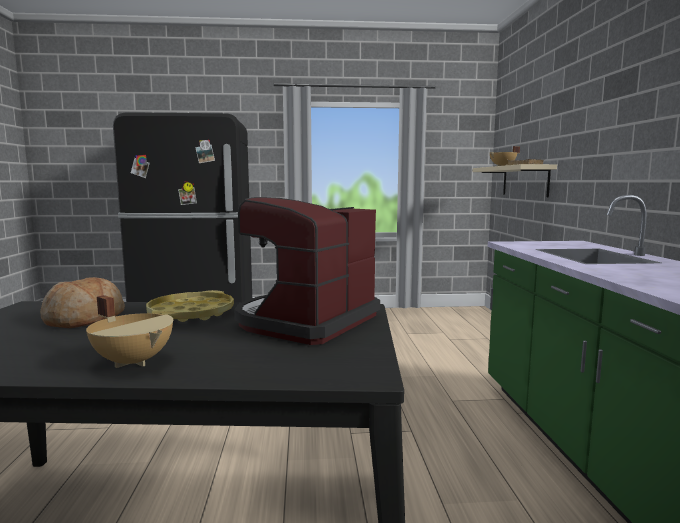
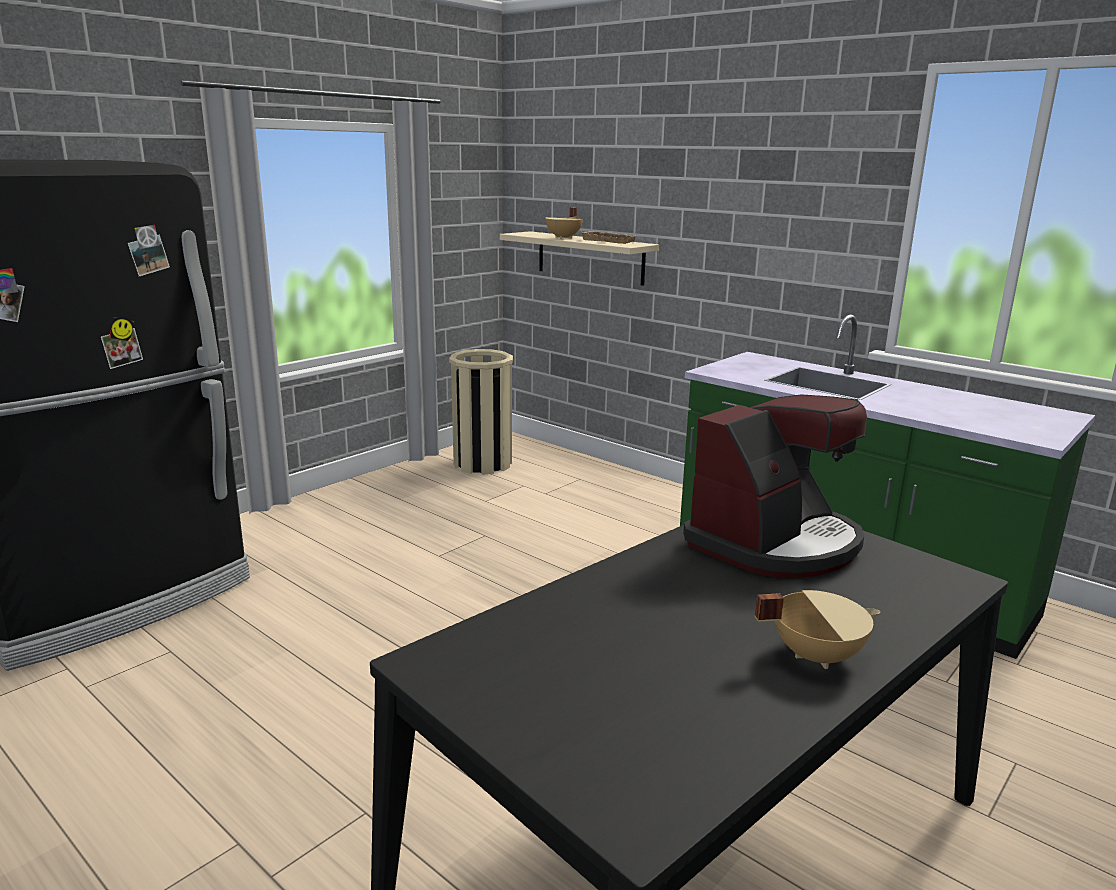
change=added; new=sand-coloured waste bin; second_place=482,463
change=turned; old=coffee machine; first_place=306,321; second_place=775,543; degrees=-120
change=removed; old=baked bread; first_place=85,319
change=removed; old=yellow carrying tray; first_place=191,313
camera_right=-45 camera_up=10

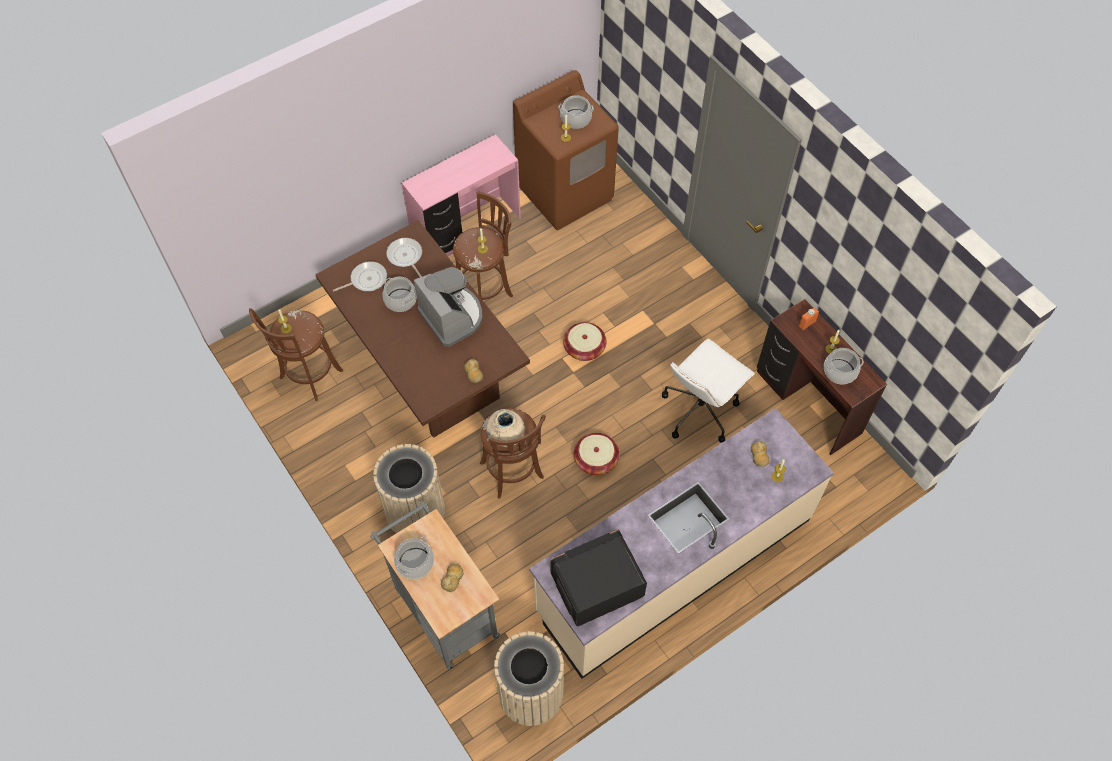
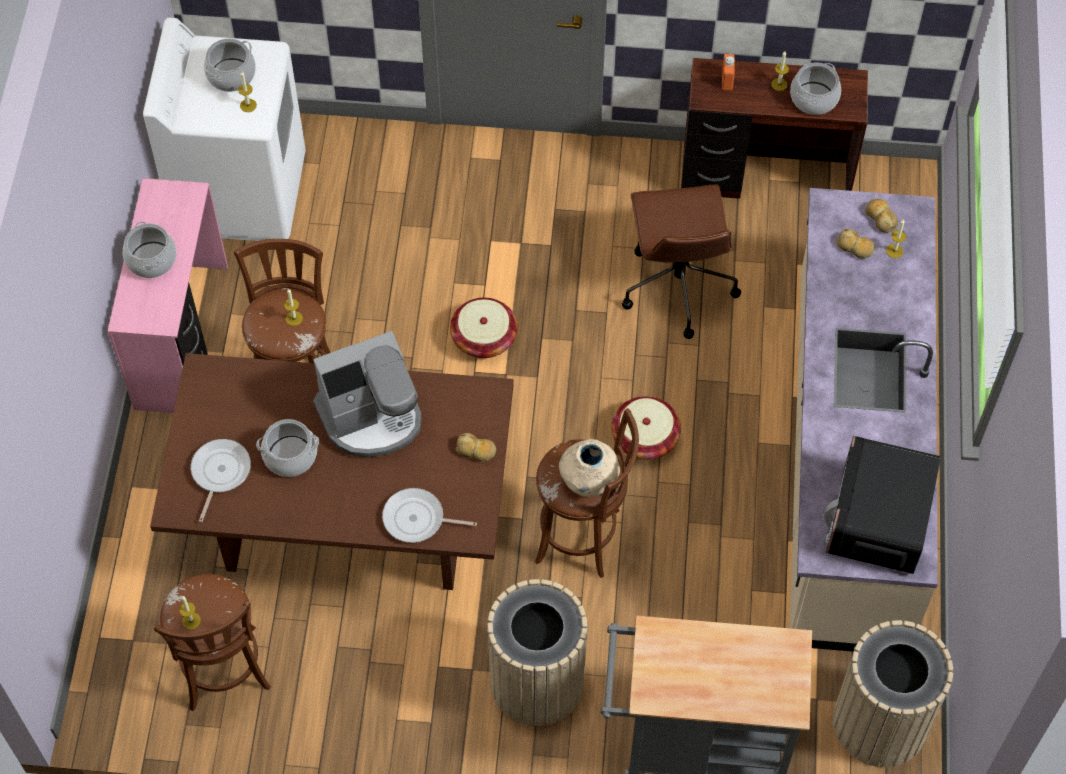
change=moved; old=stockpot; first_place=415,563; second_place=152,260
change=recoloured; old=brownish washing machine; new=white washing machine; first_place=565,192; second_place=240,192
change=turned; old=coffee machine; first_place=452,316; second_place=372,417; degrees=150
change=moved; old=frying pan; first_place=405,257; second_place=417,519
change=recoloured; old=white desk chair; new=brownish desk chair; first_place=699,410; second_place=677,286
change=moved; old=baked bread; first_place=453,578; second_place=880,218
camera_right=-50 camera_up=0

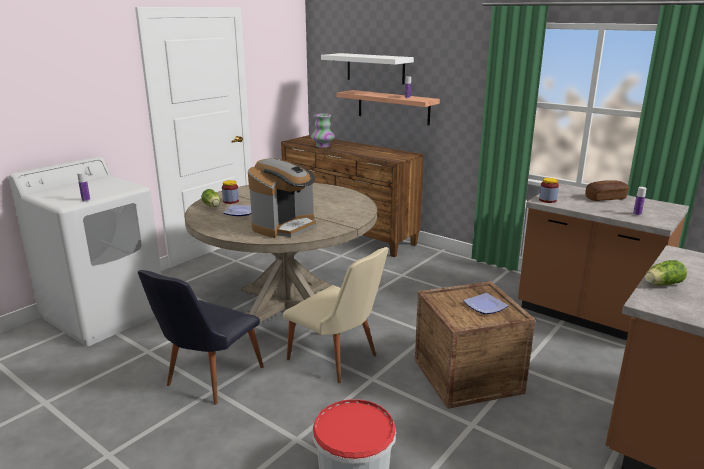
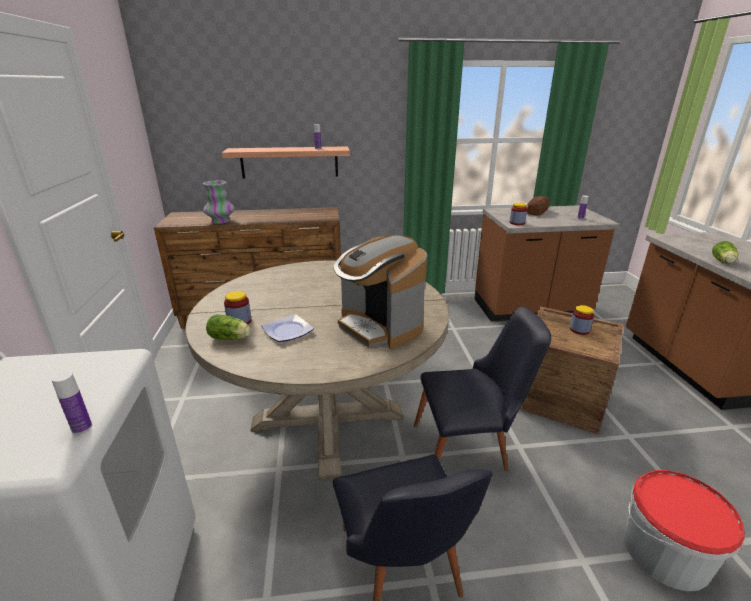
change=turned; old=coffee machine; first_place=285,226; second_place=379,327; degrees=150
change=recoloured; old=sand-coloured upright chair; new=blackish upright chair; first_place=338,360; second_place=469,448
change=replaced; old=flat dish; new=storage jar; first_place=484,306; second_place=579,330
change=removed; old=white bracket shelf; first_place=375,68
camera_right=-45 camera_up=5

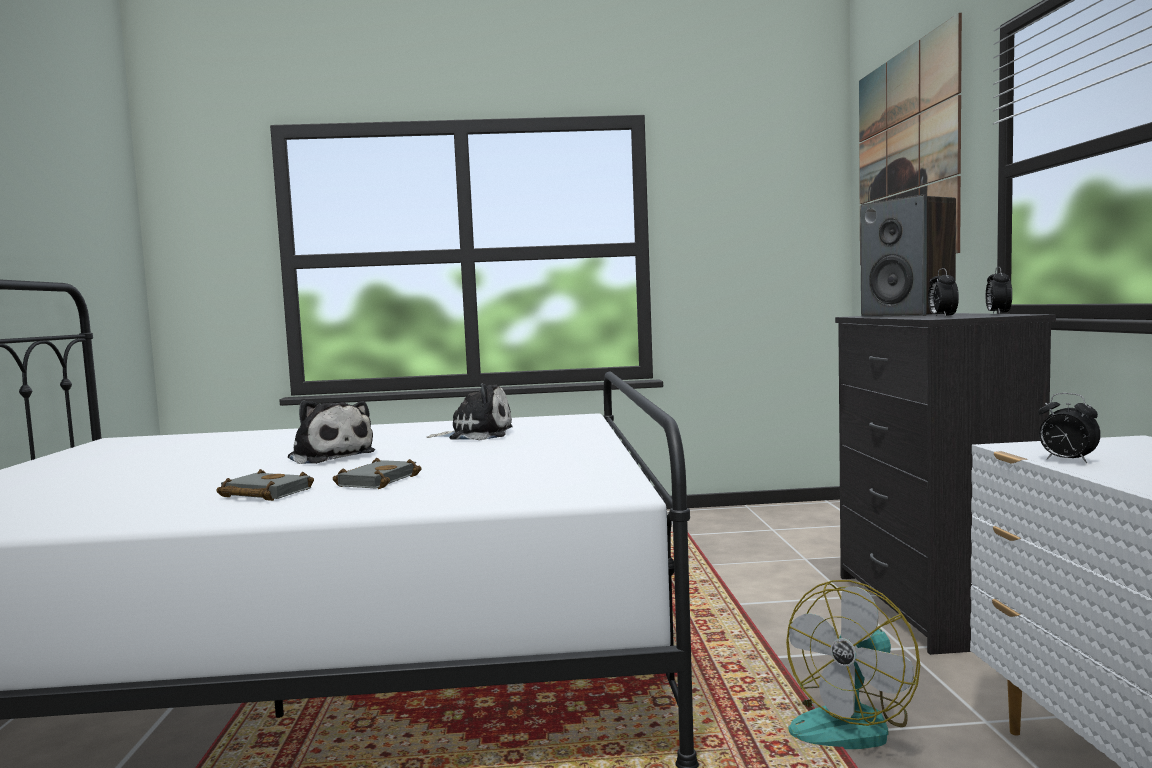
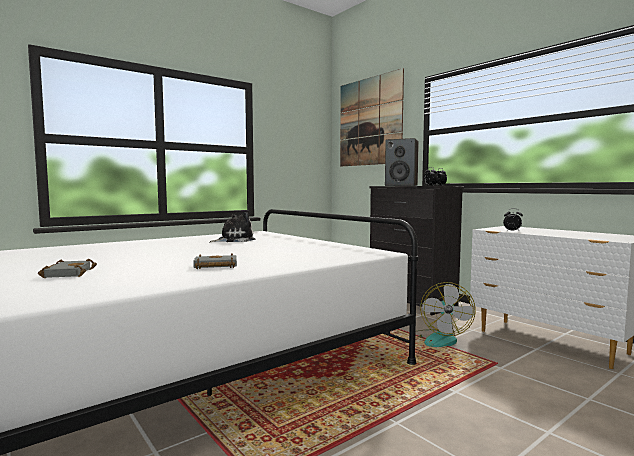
change=moved; old=greyish volume; first_place=377,480; second_place=67,273
change=removed; old=cuddly toy; first_place=330,456
camera_right=-35 camera_up=0

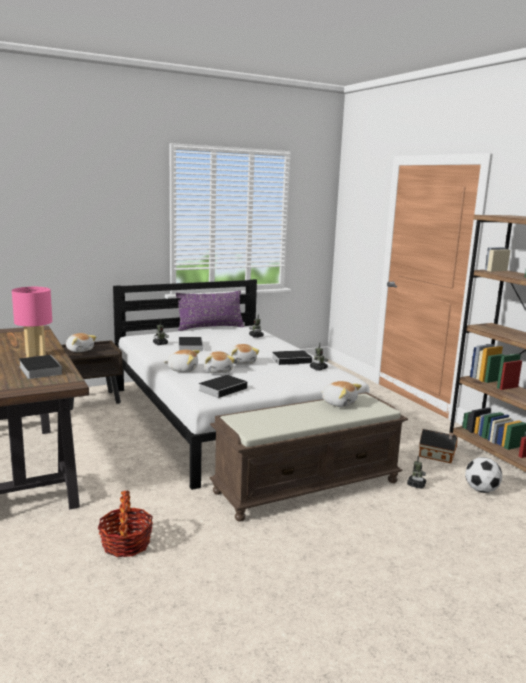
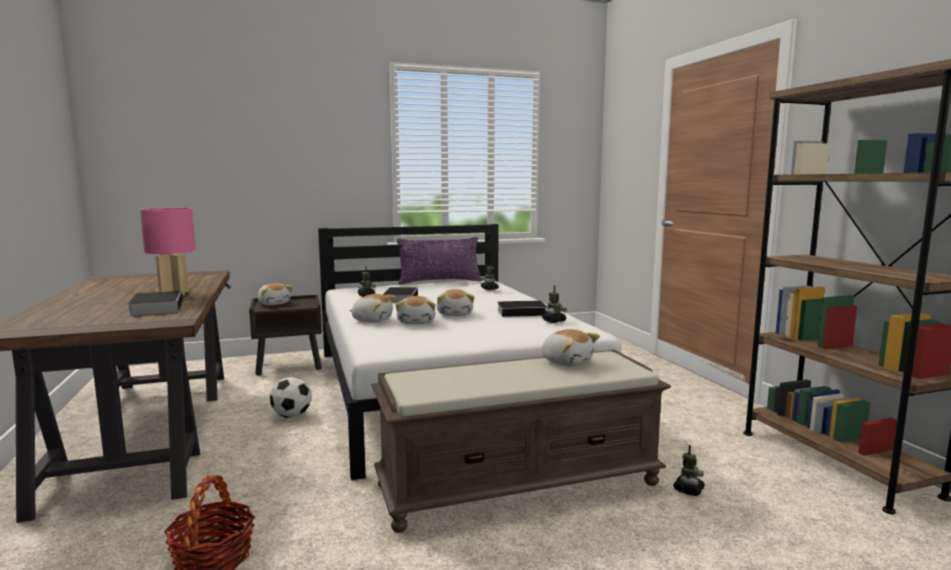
change=moved; old=football; first_place=481,490; second_place=292,415
change=removed; old=volume; first_place=223,389
change=removed; old=model house; first_place=438,456
camera_right=10 camera_up=-5

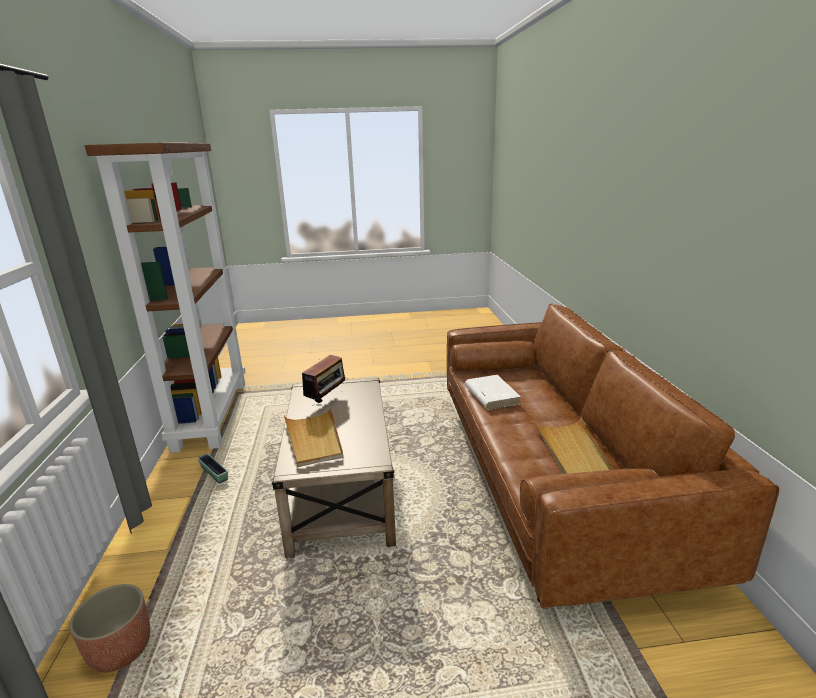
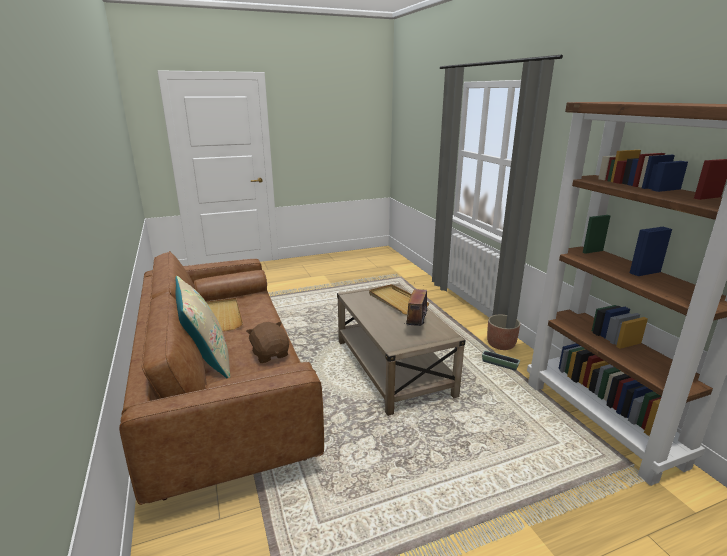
change=added; new=sand-coloured pillow; second_place=207,360
change=replaced; old=white volume; new=brownish cuddly toy; first_place=491,395; second_place=270,354
change=moved; old=planter; first_place=121,649; second_place=501,345
camera_right=165 camera_up=0

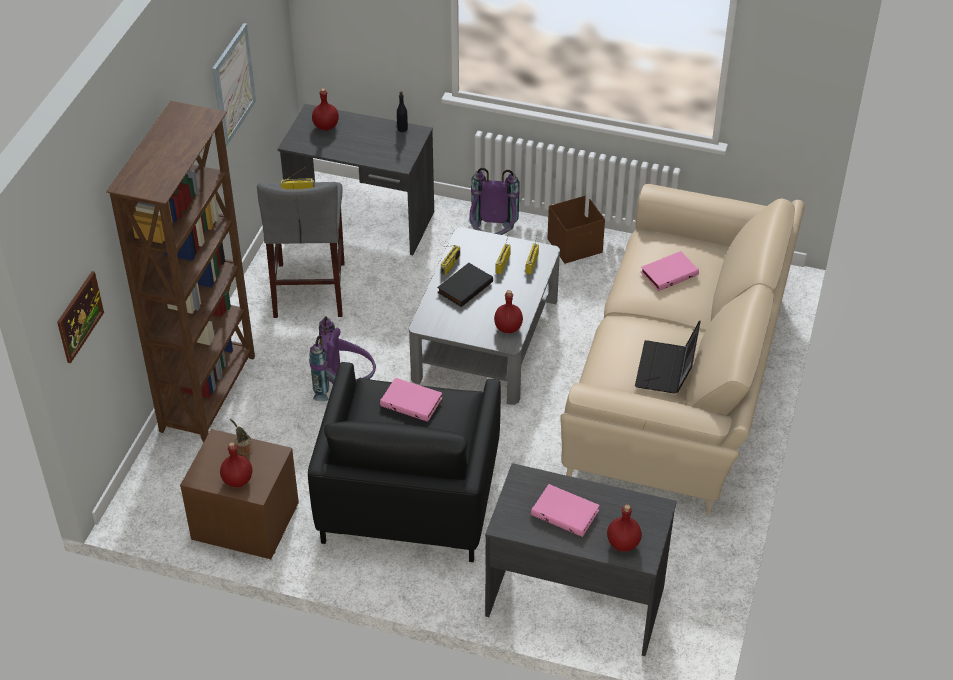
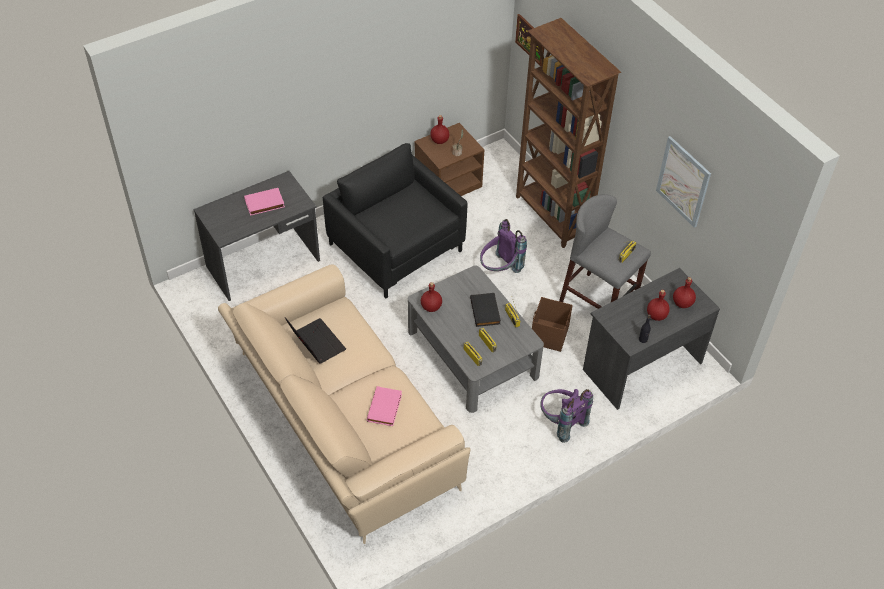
change=moved; old=brownish storage bin; first_place=575,246; second_place=549,335
change=moved; old=red-coloured bottle; first_place=623,544; second_place=656,315
change=removed; old=pink-coloured volume; first_place=412,401
camera_right=130 camera_up=5

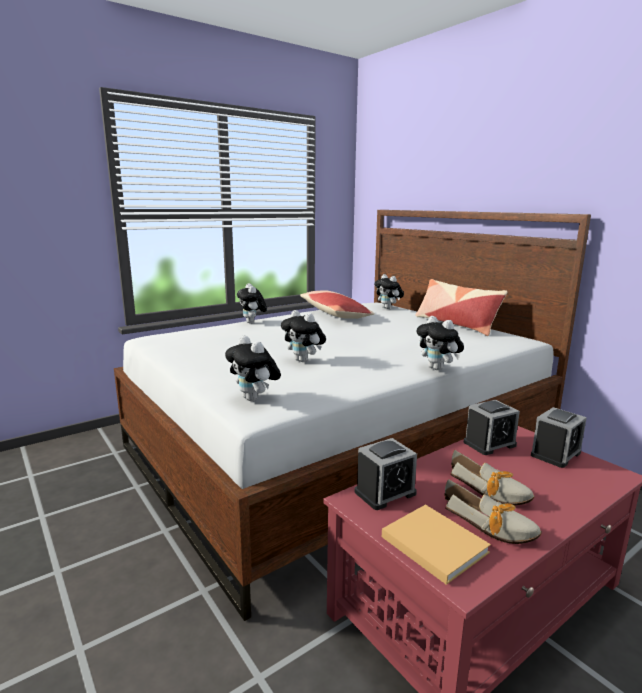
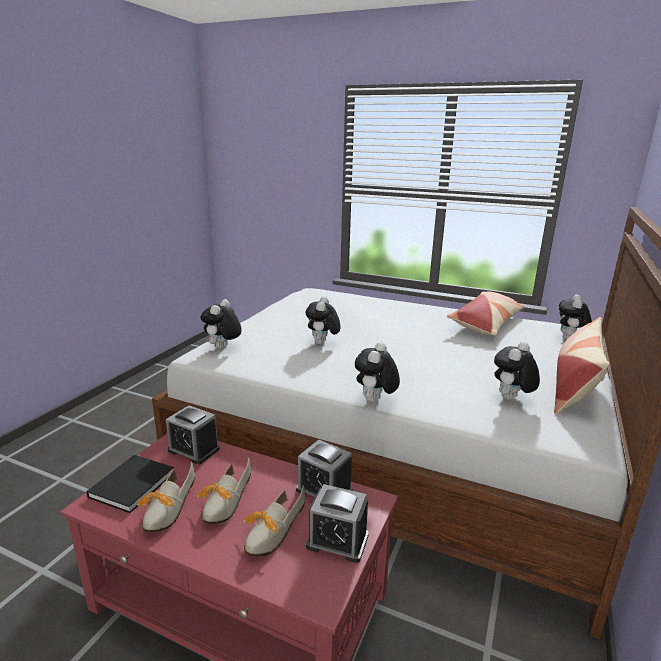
change=recoloured; old=sand-coloured volume; new=blackish volume; first_place=432,543; second_place=134,483
change=added; new=low shoe; second_place=271,533
change=moved; old=cuddly toy; first_place=252,323; second_place=511,399
camera_right=60 camera_up=5

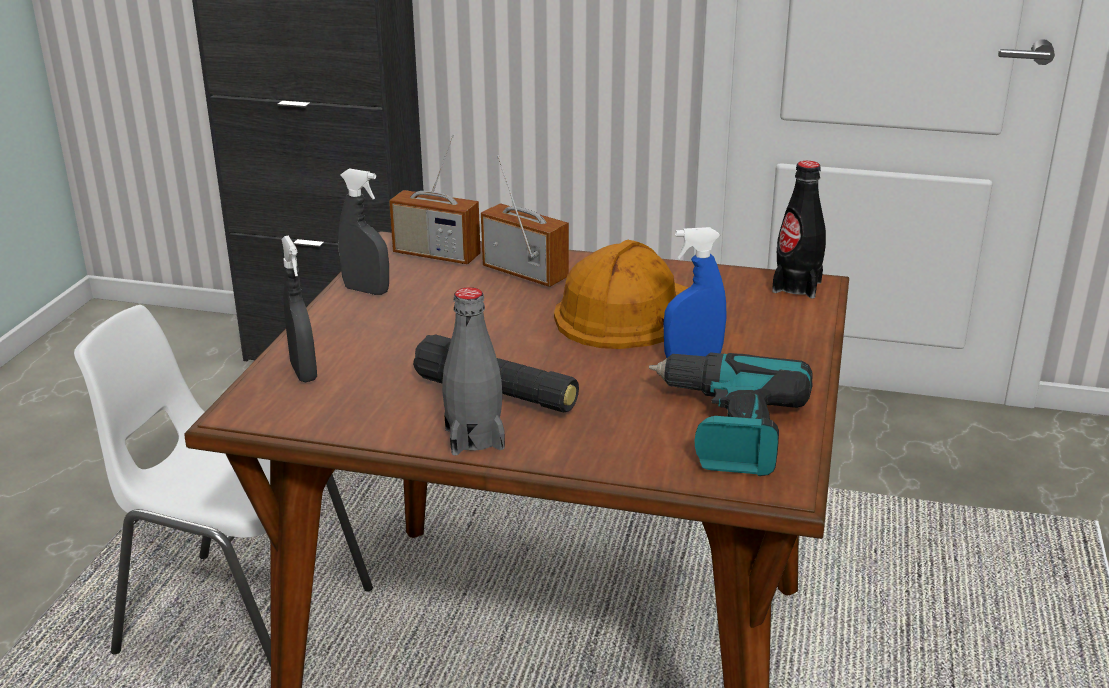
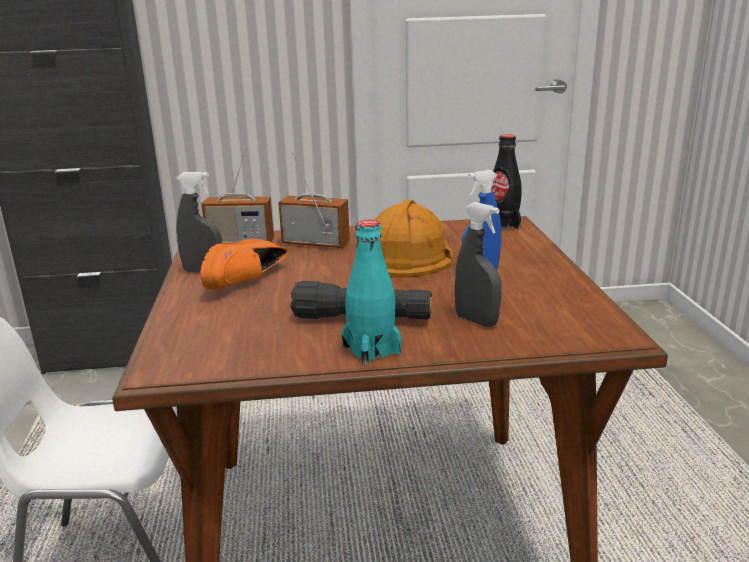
change=added; new=orangey low shoe; second_place=249,281
change=recoloured; old=greyish bottle; new=turquoise bottle; first_place=474,438; second_place=371,350
change=moved; old=greyish spray bottle; first_place=304,372; second_place=476,321
change=removed; old=power drill; first_place=725,428
camera_right=-20 camera_up=-5

